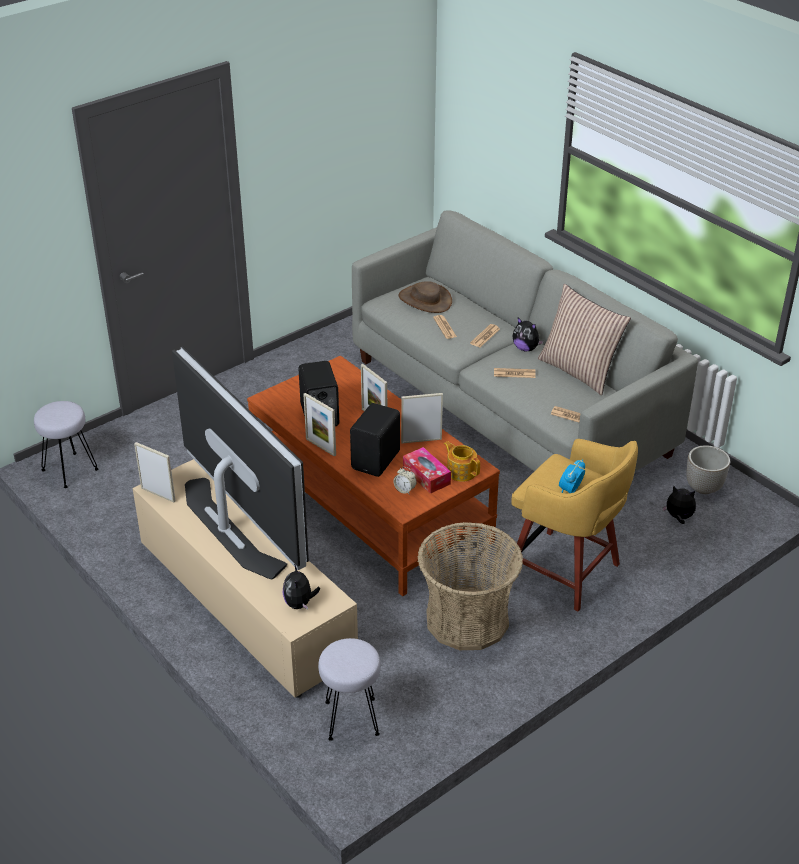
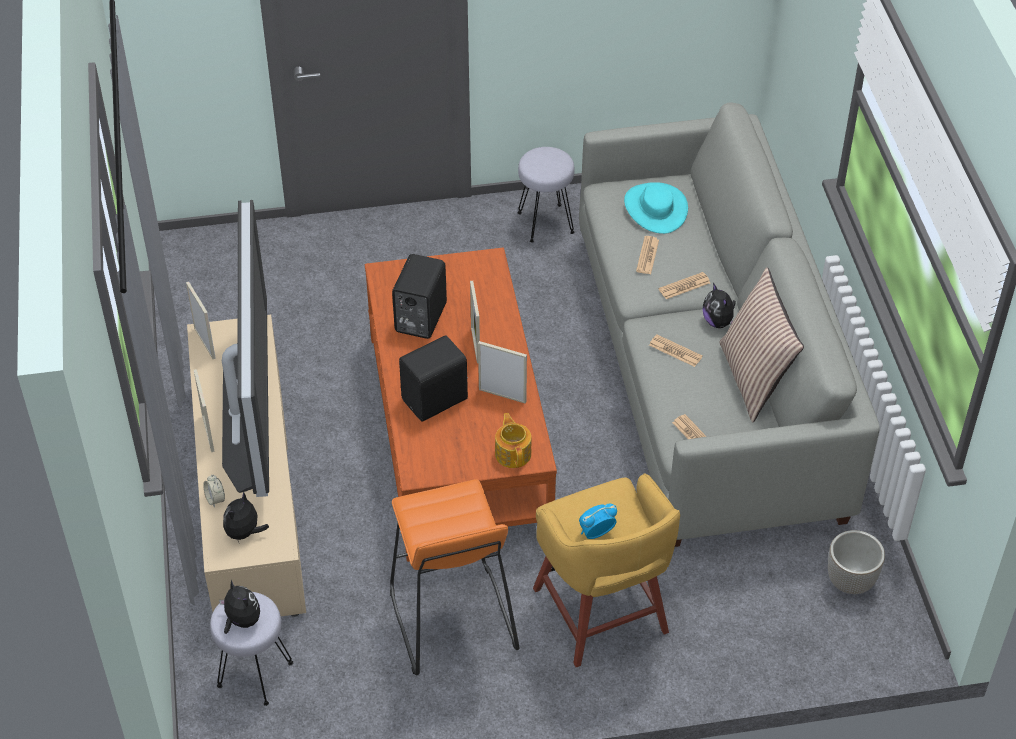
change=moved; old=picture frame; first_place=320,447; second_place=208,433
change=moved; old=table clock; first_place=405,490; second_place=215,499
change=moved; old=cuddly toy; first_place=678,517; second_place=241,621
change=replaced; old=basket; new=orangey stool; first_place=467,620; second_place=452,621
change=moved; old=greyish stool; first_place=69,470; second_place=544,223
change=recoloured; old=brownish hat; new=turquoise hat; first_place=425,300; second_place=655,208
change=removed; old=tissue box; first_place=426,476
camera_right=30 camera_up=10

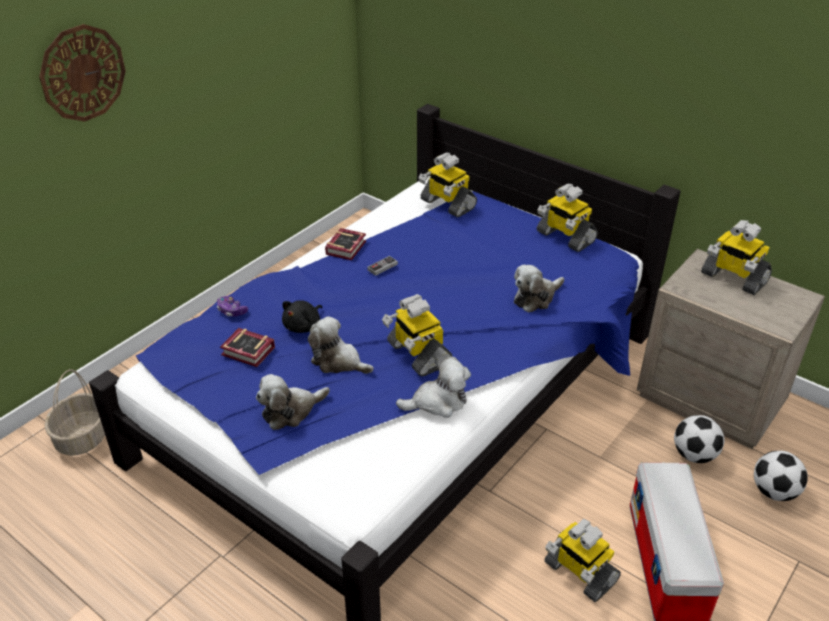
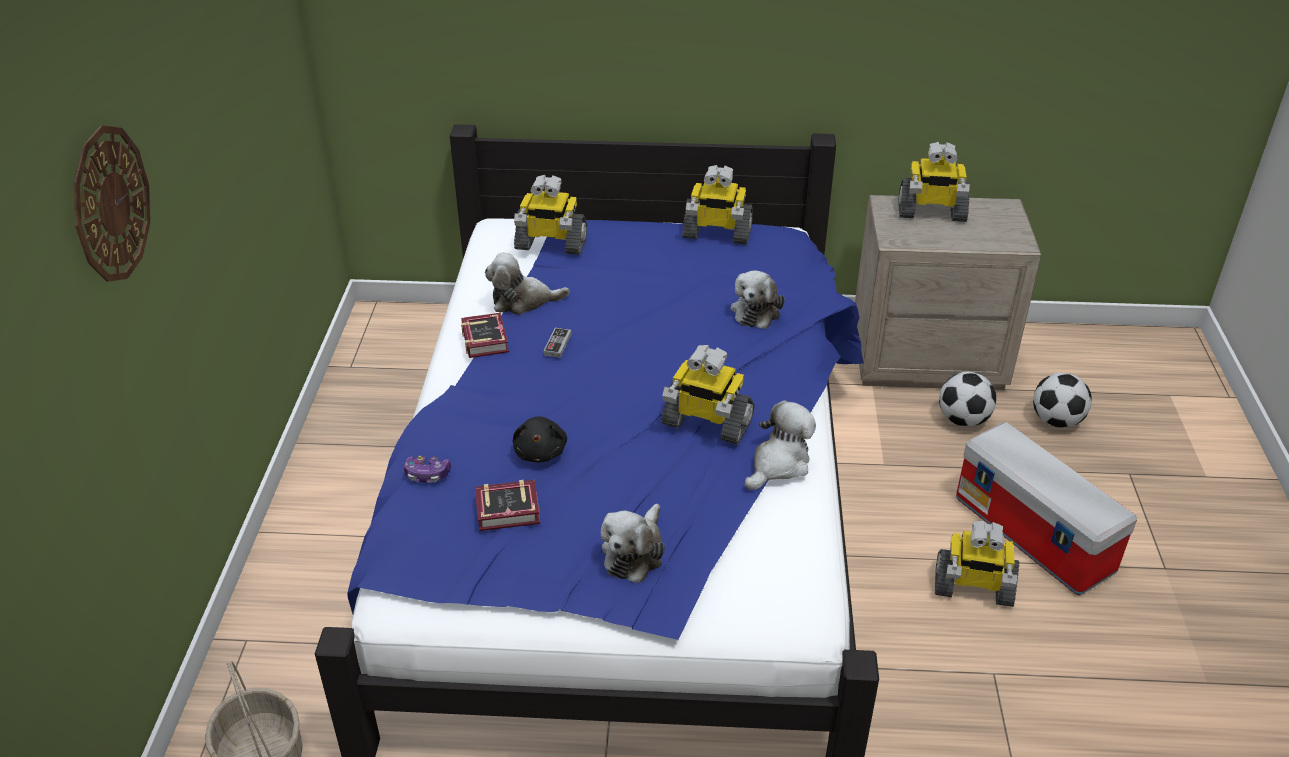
change=moved; old=cuddly toy; first_place=338,361; second_place=523,301
camera_right=-35 camera_up=0

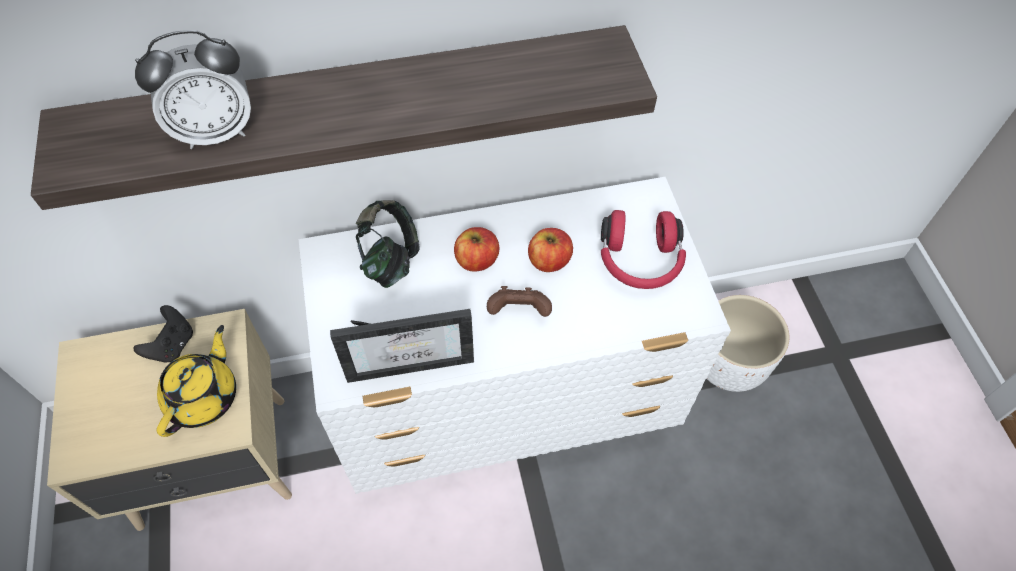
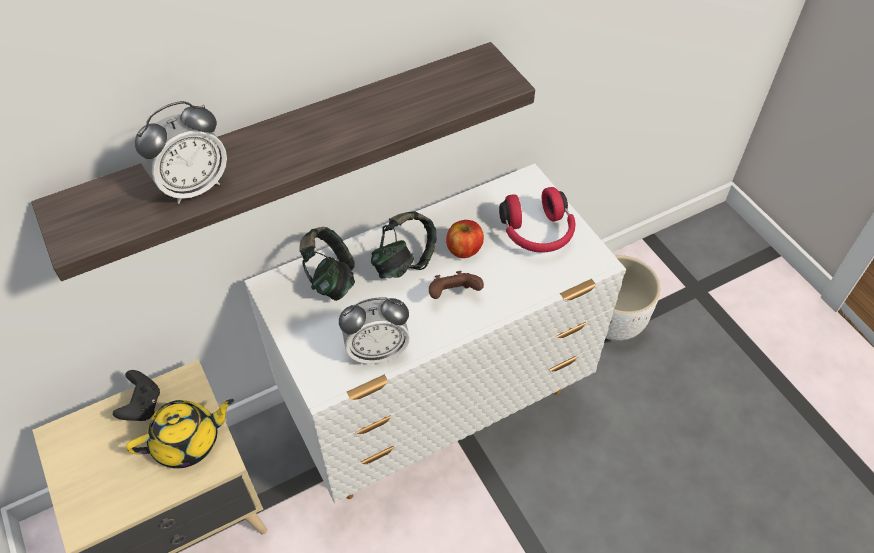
change=turned; old=yellow tea pot; first_place=204,397; second_place=188,441; degrees=60
change=replaced; old=picture frame; new=table clock; first_place=411,357; second_place=377,351
change=replaced; old=whole apple; new=pair of headphones; first_place=476,260; second_place=404,262
camera_right=-15 camera_up=-5

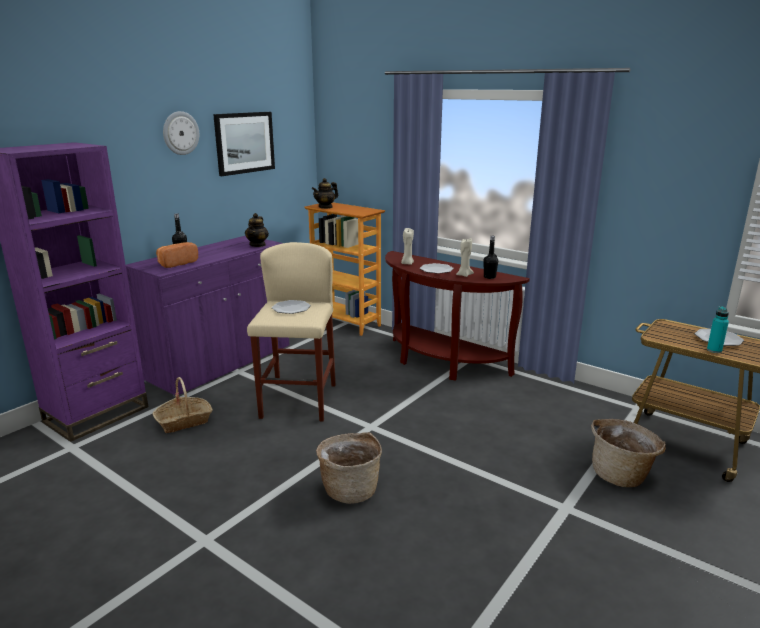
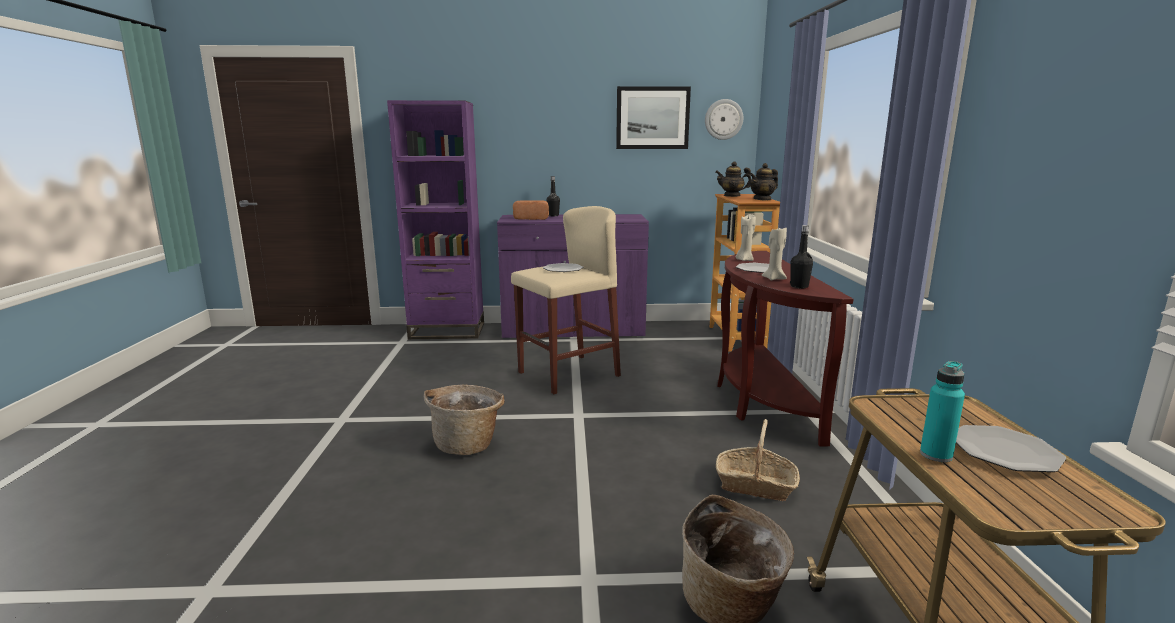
change=moved; old=clock on the wall; first_place=180,133; second_place=723,119
change=moved; old=basket; first_place=184,421; second_place=755,485
change=moved; old=tea pot; first_place=257,245; second_place=762,199
camera_right=50 camera_up=-5

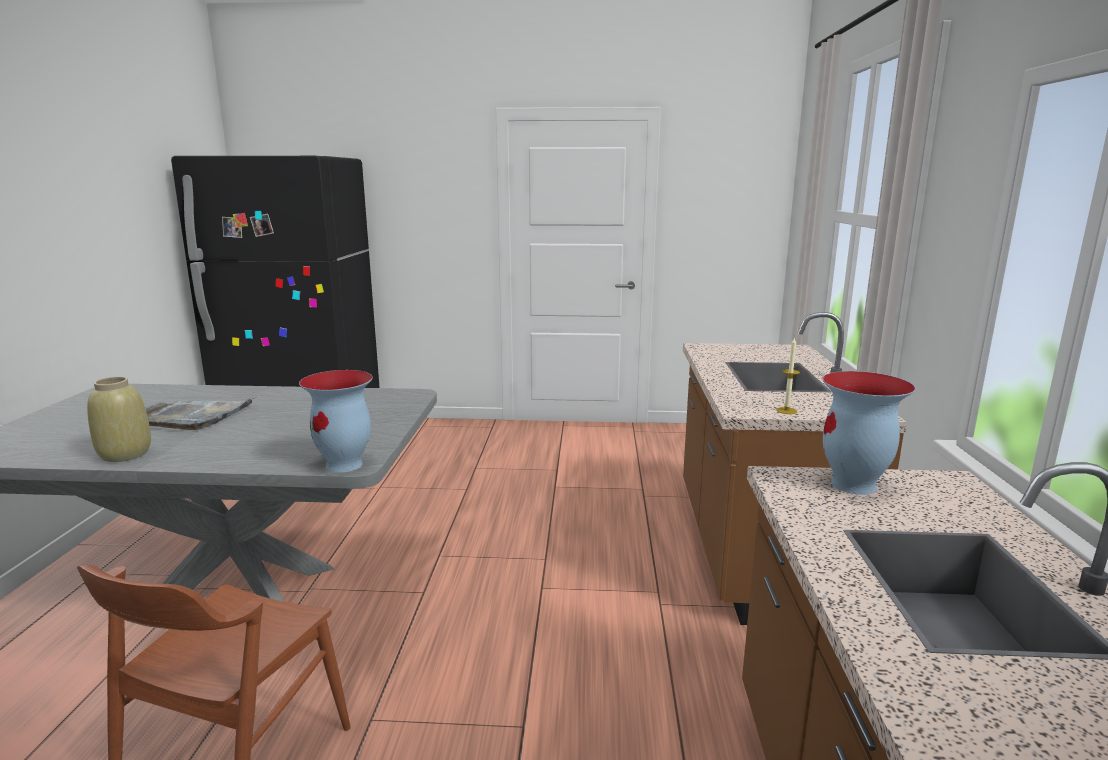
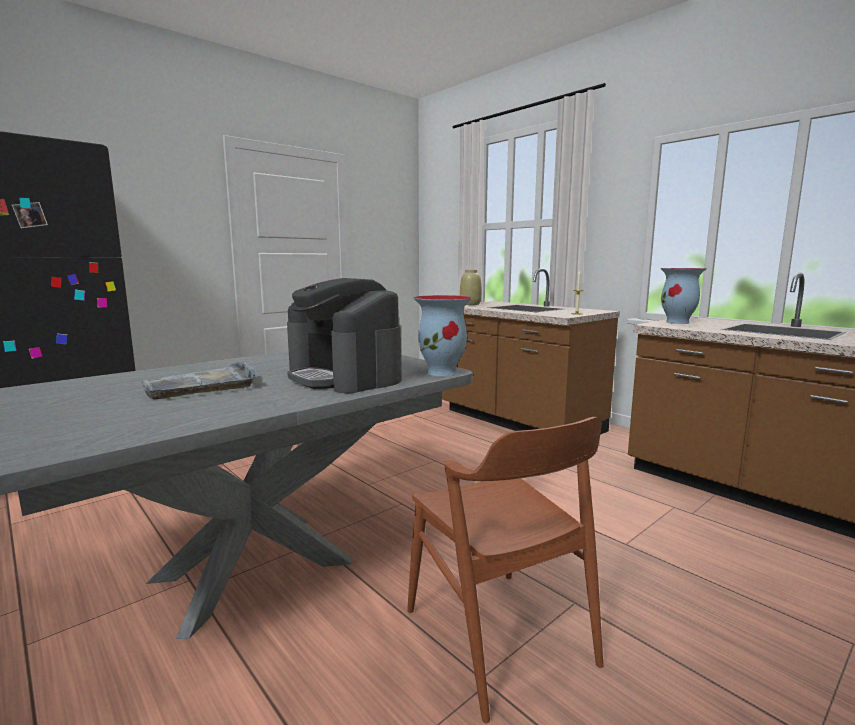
change=added; new=coffee machine; second_place=345,377
change=moved; old=sand-coloured decorative vase; first_place=125,455; second_place=470,304
camera_right=-45 camera_up=-5

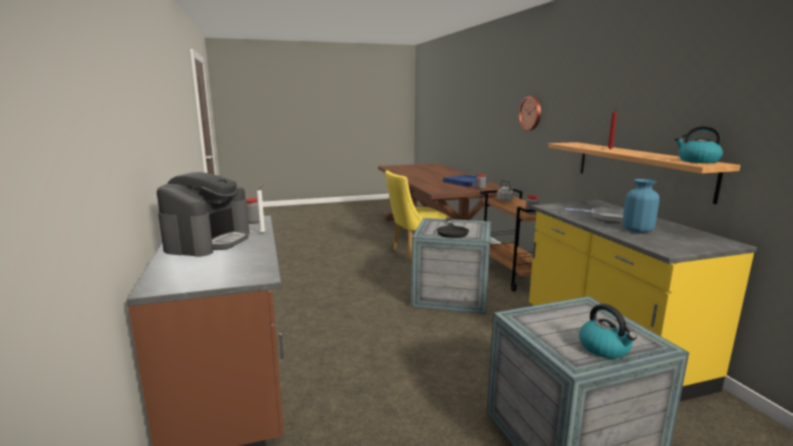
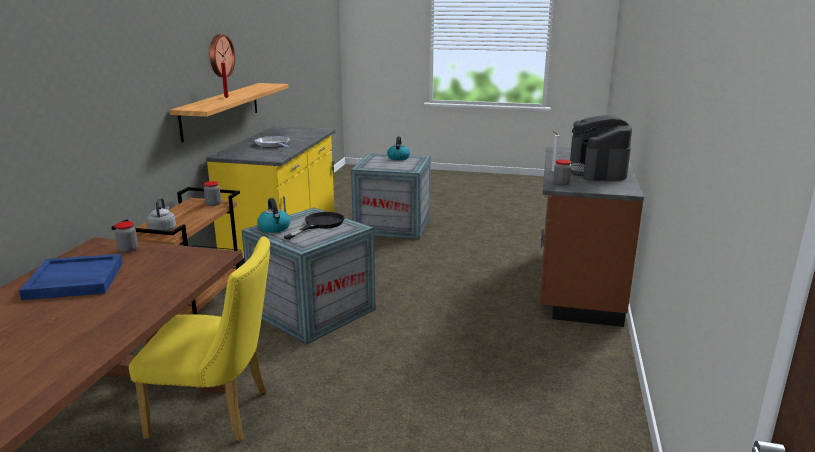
change=moved; old=clock on the wall; first_place=531,113; second_place=220,55
change=moved; old=water kettle; first_place=697,161; second_place=274,228
change=turned; old=coffee machine; first_place=208,241; second_place=596,171; degrees=-45
change=removed; old=blue decorative vase; first_place=637,230
camera_right=-150 camera_up=5

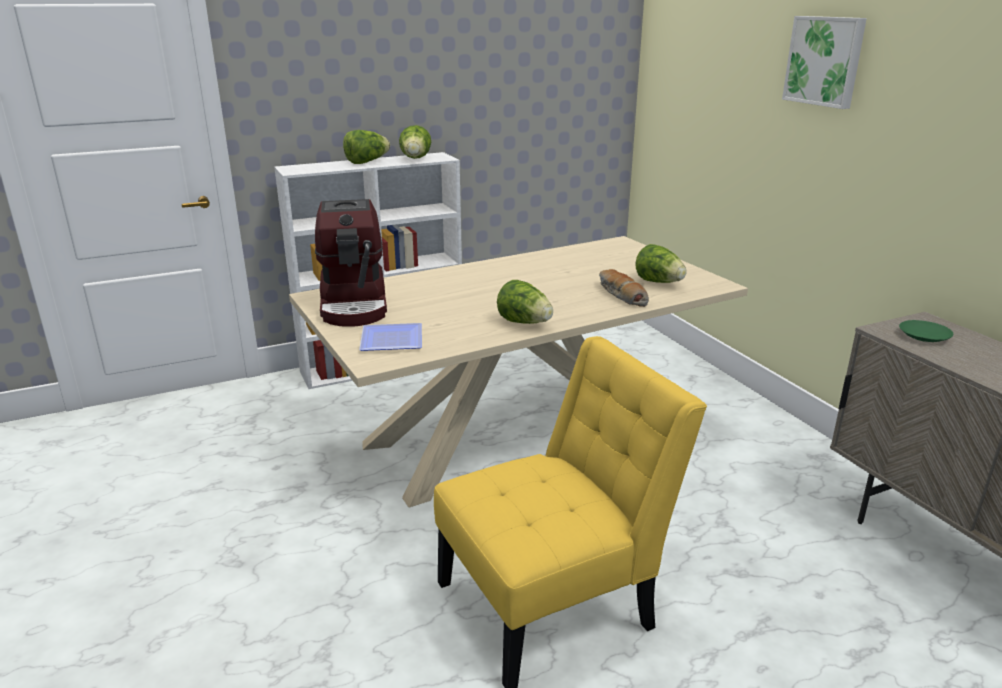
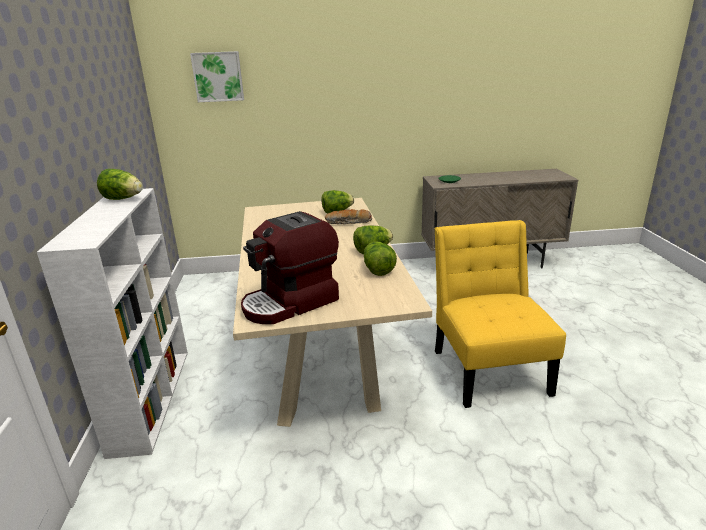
change=moved; old=wall picture; first_place=825,61; second_place=218,76
change=turned; old=coffee machine; first_place=355,304; second_place=291,303; degrees=135
change=moved; old=head of lettuce; first_place=366,162; second_place=377,270
change=removed; old=flat dish; first_place=389,339
camera_right=-70 camera_up=0

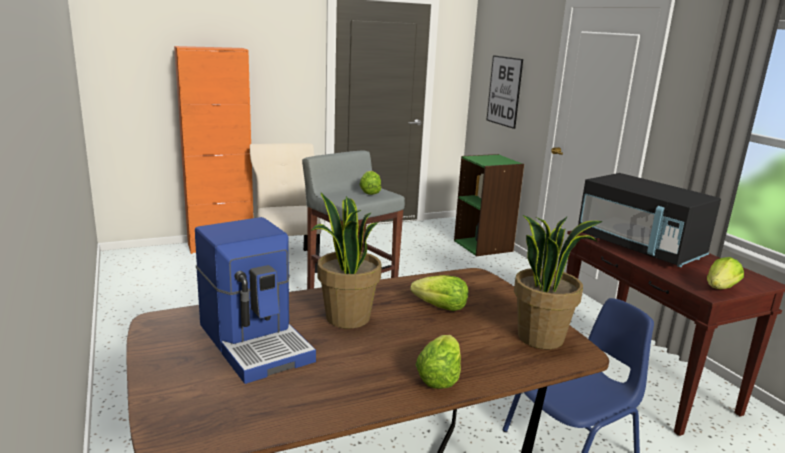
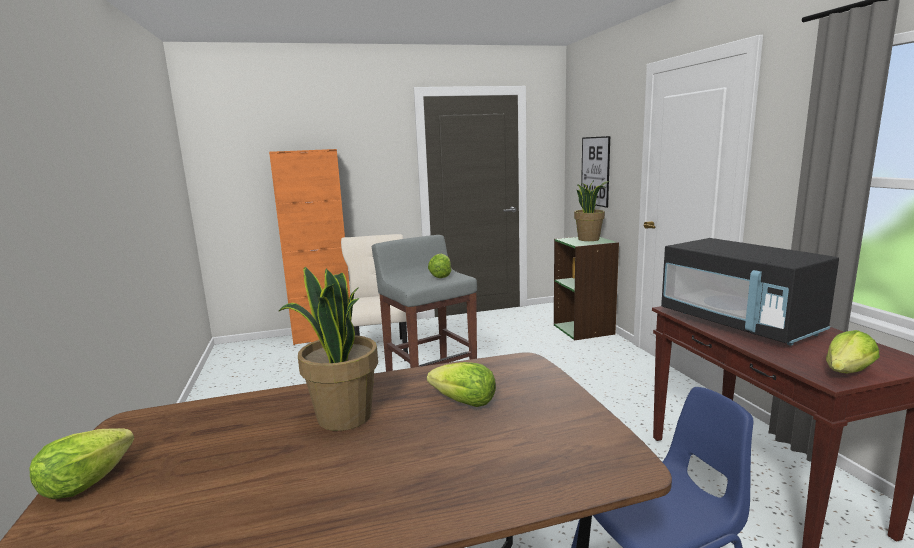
change=moved; old=head of lettuce; first_place=439,378; second_place=85,483
change=moved; old=plant in a pot; first_place=541,337; second_place=589,239
change=removed; old=coffee machine; first_place=256,341
camera_right=10 camera_up=-5

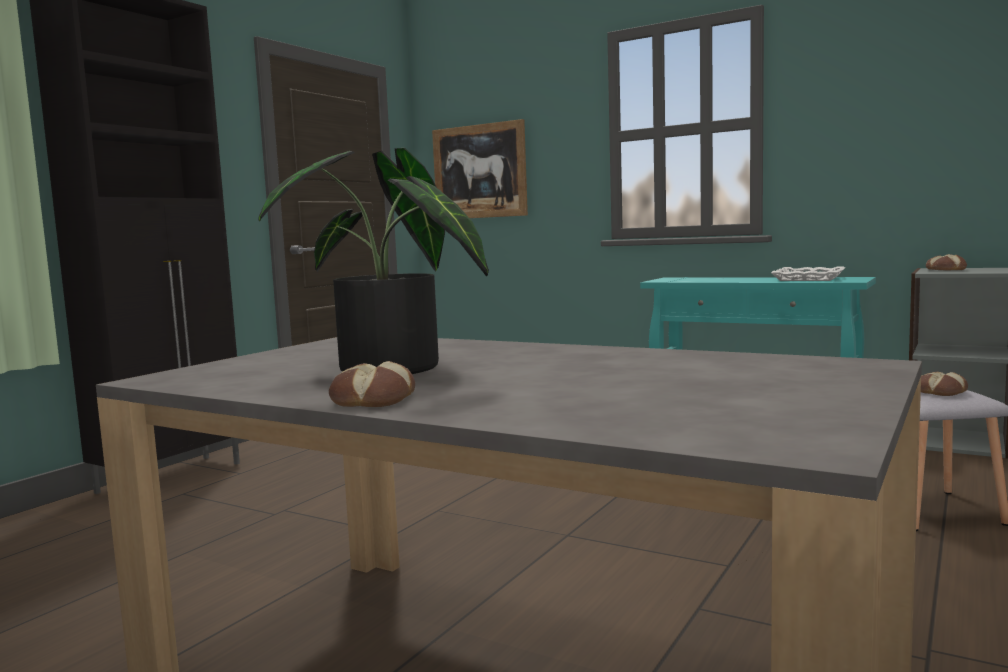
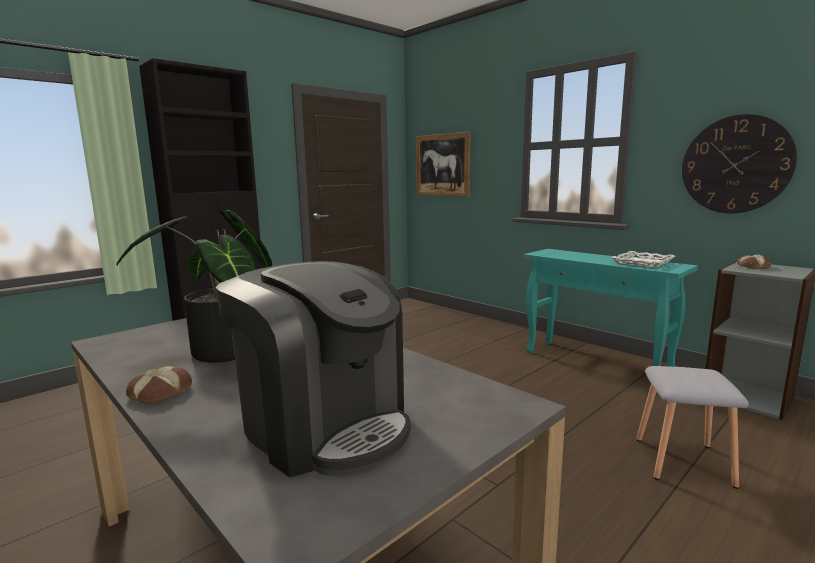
change=added; new=coffee machine; second_place=324,425
change=added; new=clock on the wall; second_place=735,165
change=removed; old=baked bread; first_place=939,391
camera_right=15 camera_up=5

